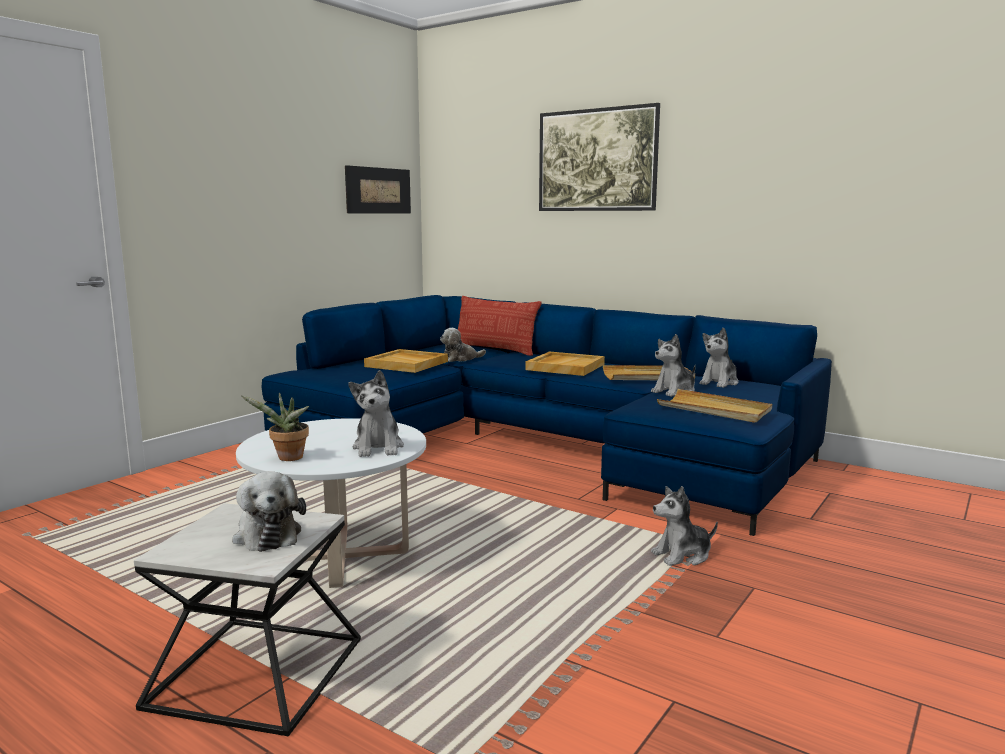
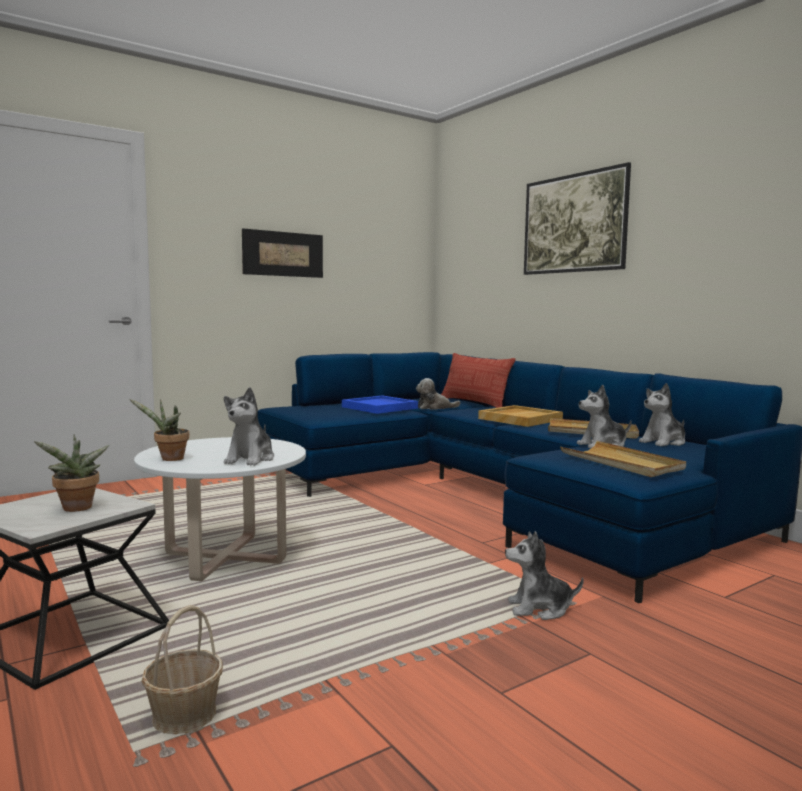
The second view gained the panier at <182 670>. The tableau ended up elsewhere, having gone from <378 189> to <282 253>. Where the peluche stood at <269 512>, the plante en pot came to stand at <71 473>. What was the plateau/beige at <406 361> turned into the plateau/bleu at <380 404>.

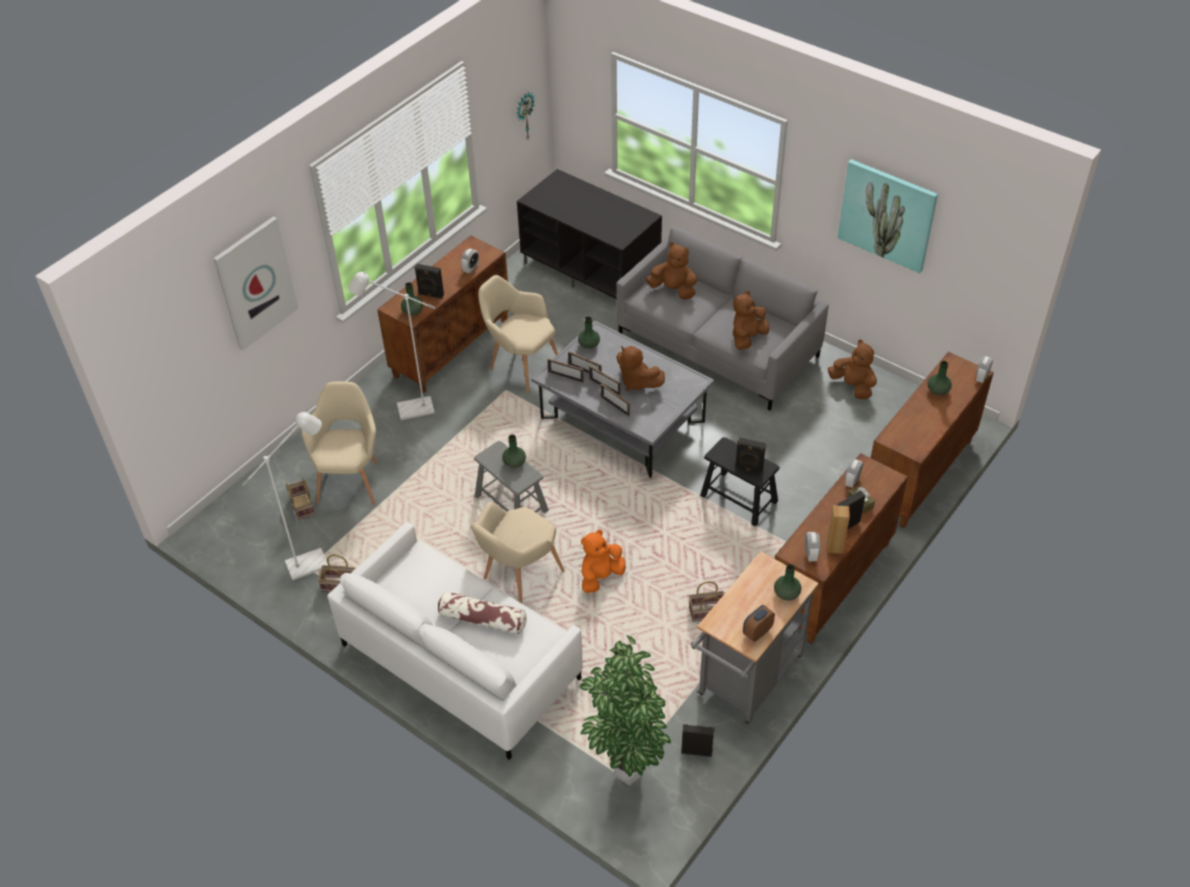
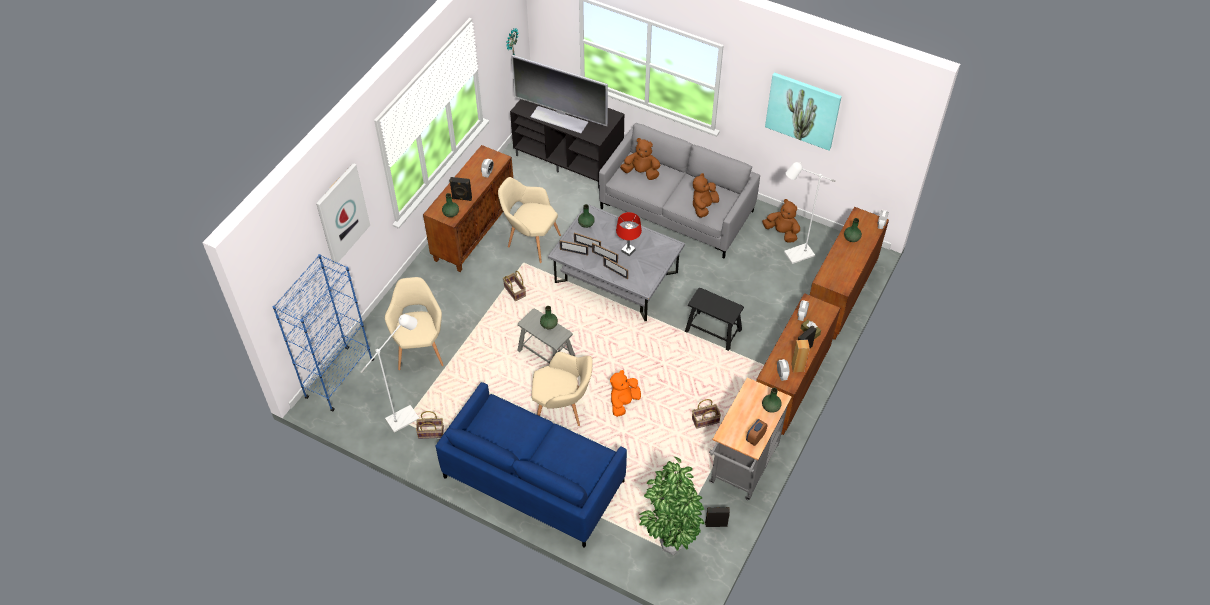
The second view lost the coussin at <482 612>. The second view lost the enceinte/noir at <750 455>. The second view gained the bibliothèque/bleu at <323 332>. The second view gained the téléviseur at <559 94>. The panier ended up elsewhere, having gone from <300 498> to <514 286>. The lampadaire/blanc ended up elsewhere, having gone from <391 345> to <810 213>. Where the peluche/marron stood at <640 368>, the lampe de table/rouge came to stand at <629 234>. What was the canapé/blanc at <454 641> turned into the canapé/bleu at <531 465>. The fauteuil/beige at <518 552> ended up facing another way, 120 degrees counterclockwise from before.

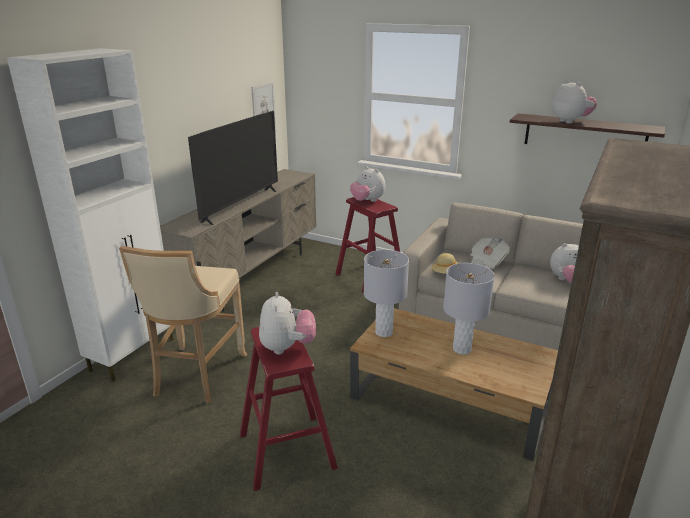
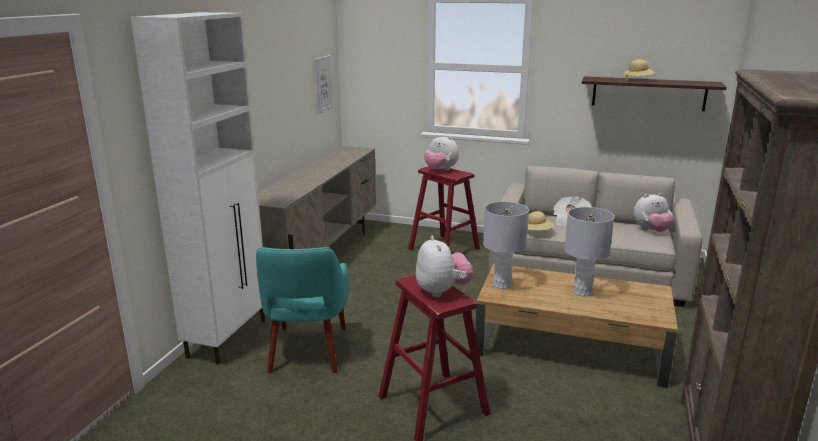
The second view lost the téléviseur at <233 168>. Where the tabouret/beige stood at <183 324>, the fauteuil/turquoise came to stand at <302 310>. Where the peluche stood at <574 102>, the chapeau/beige came to stand at <639 70>.

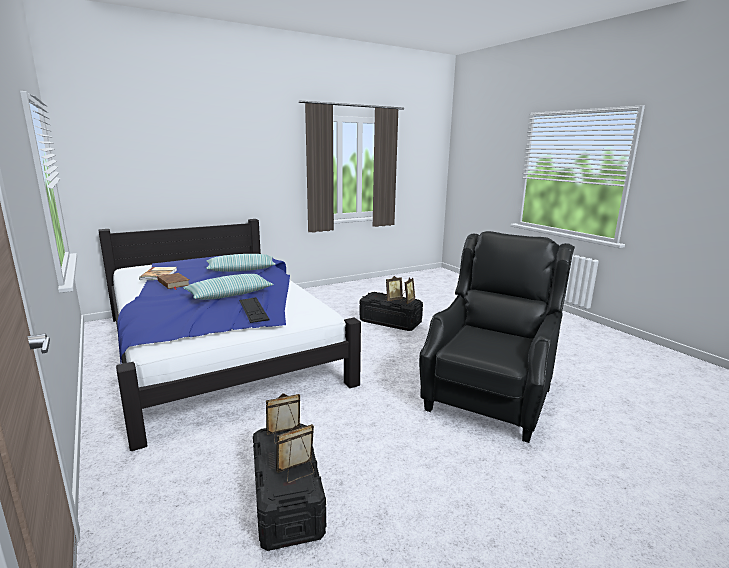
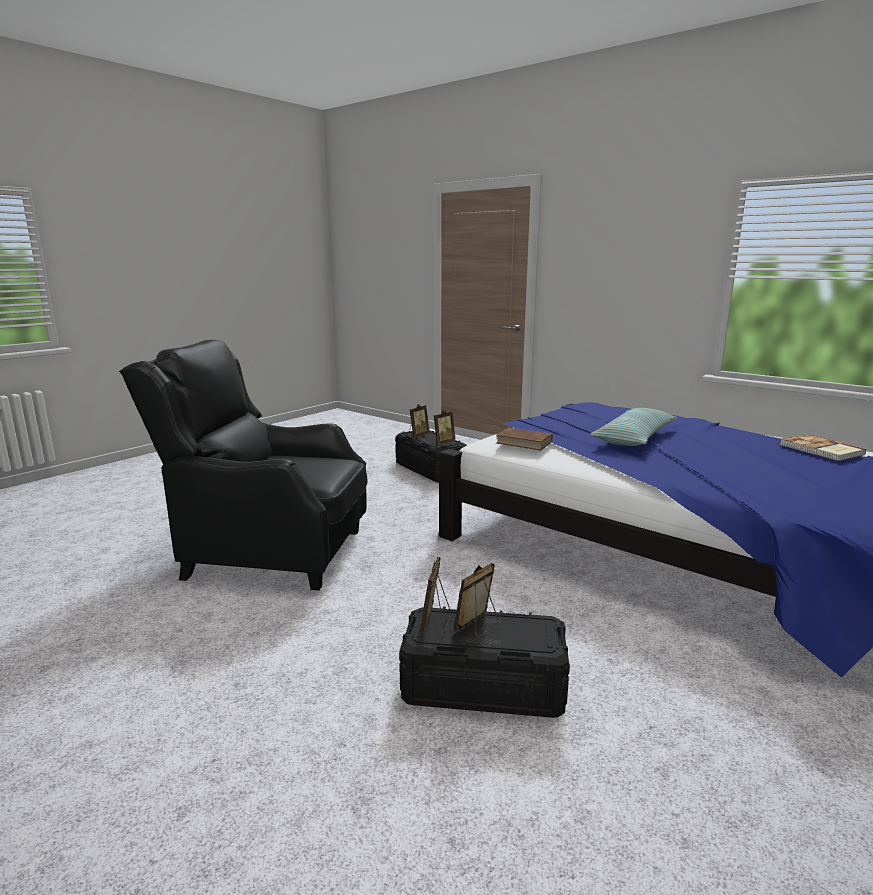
The second view lost the coussin at <241 263>. The second view lost the clavier at <254 310>. The livre/marron ended up elsewhere, having gone from <173 281> to <524 439>. The fauteuil/noir at <497 337> ended up facing another way, 90 degrees clockwise from before.

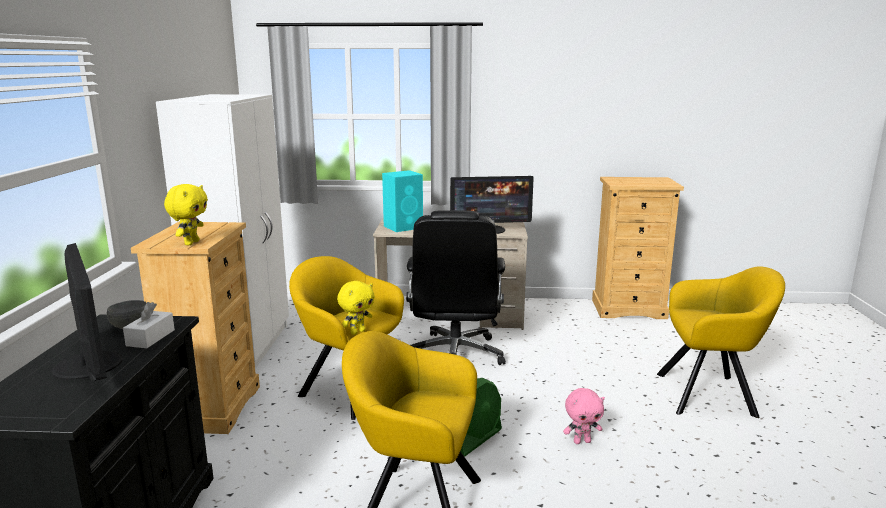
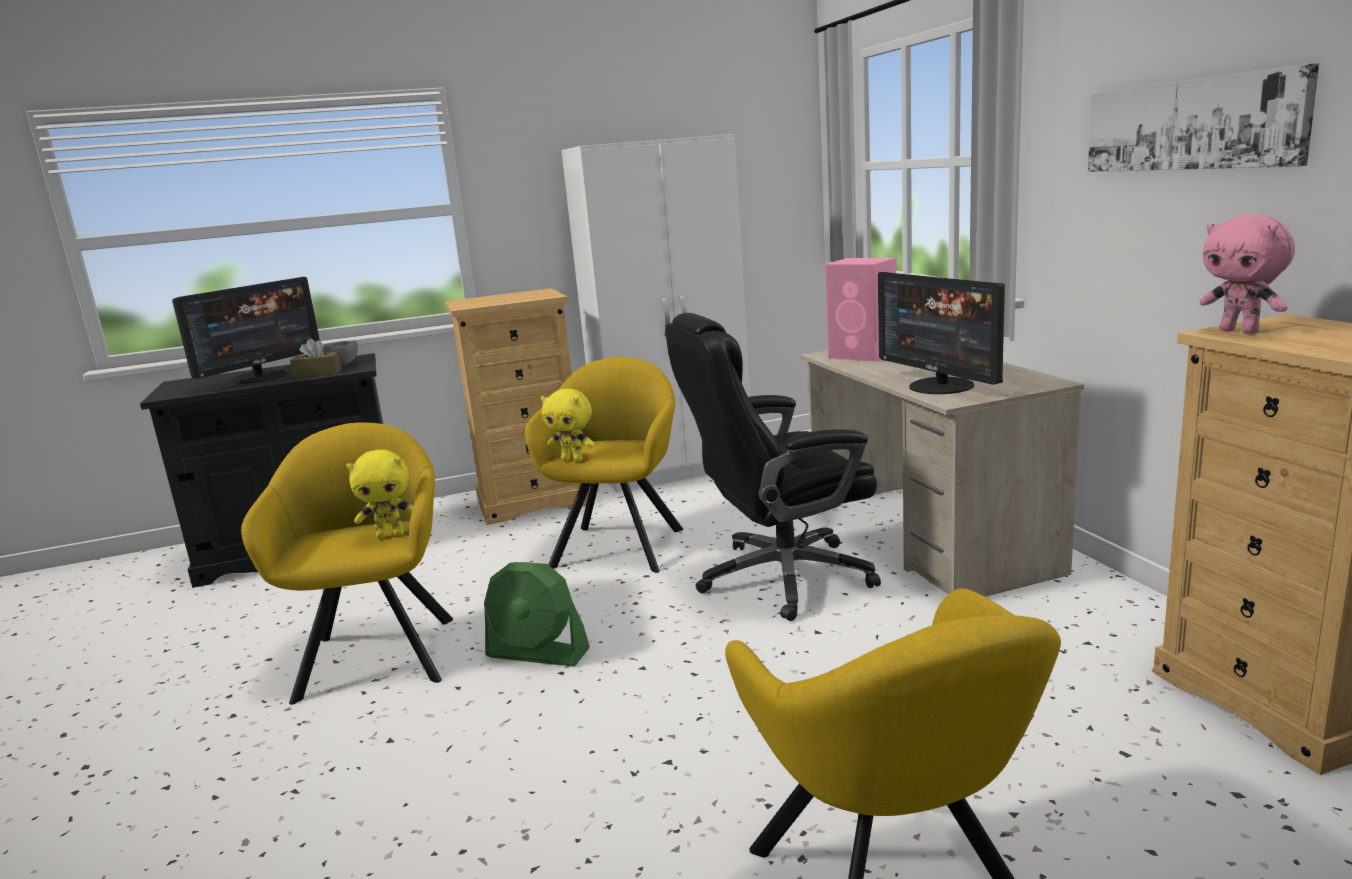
The second view gained the tableau at <1203 117>. The peluche/jaune ended up elsewhere, having gone from <186 214> to <379 494>. The peluche/rose ended up elsewhere, having gone from <584 416> to <1247 274>. What was the boîte à mouchoirs/blanc at <149 325> turned into the boîte à mouchoirs/marron at <316 358>. What was the enceinte/turquoise at <402 201> turned into the enceinte/rose at <860 310>.

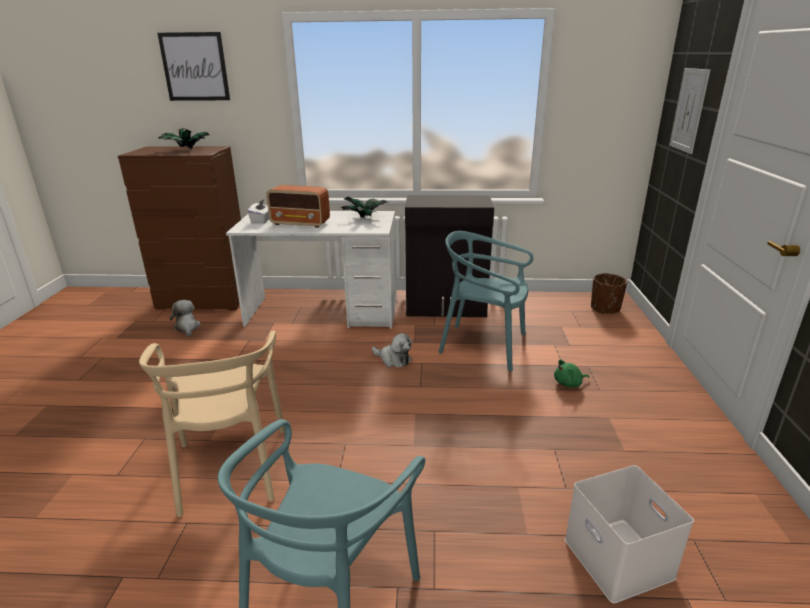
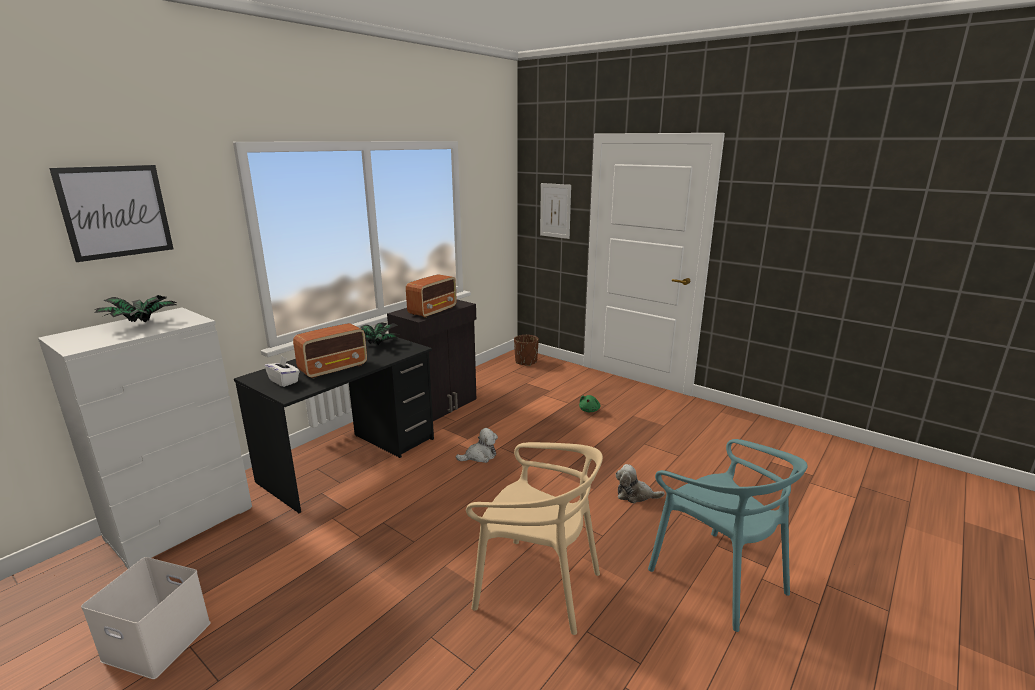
The second view lost the chaise/turquoise at <485 301>. The second view gained the radio at <431 296>. The peluche ended up elsewhere, having gone from <185 318> to <640 483>. The boîte de rangement/blanc ended up elsewhere, having gone from <629 534> to <146 618>. What was the commode/marron at <179 228> turned into the commode/blanc at <145 438>. What was the bureau/blanc at <311 270> turned into the bureau/noir at <334 423>.

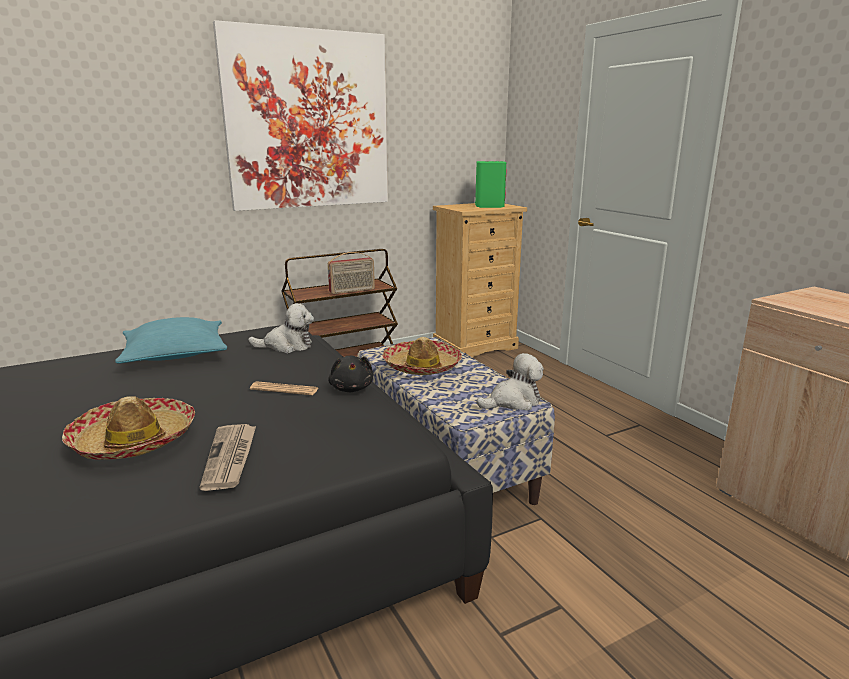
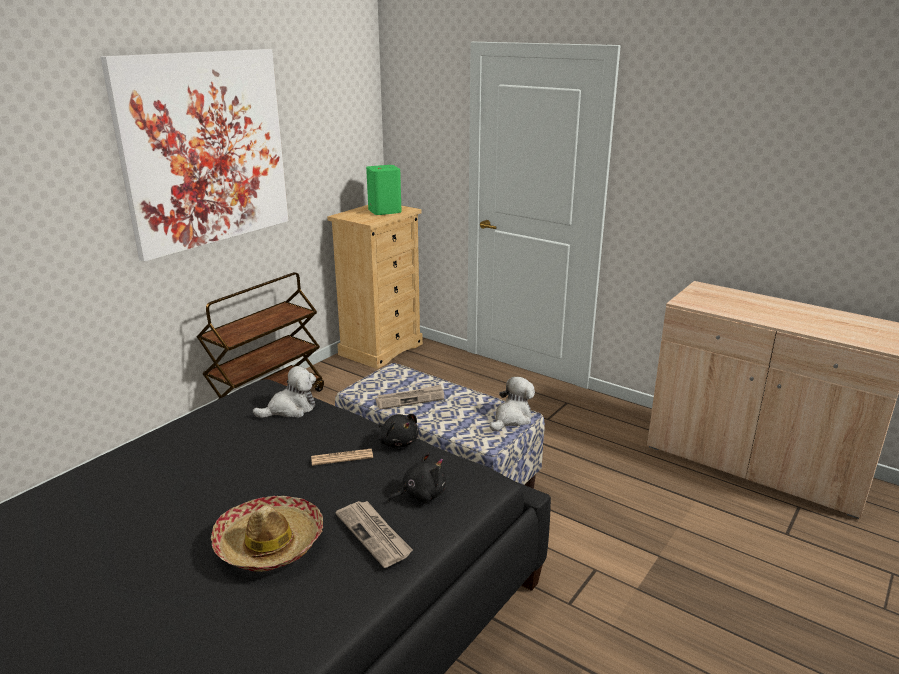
The second view lost the coussin/turquoise at <171 340>. The second view lost the radio at <351 273>. The second view gained the peluche/noir at <417 477>. Where the chapeau stood at <422 356>, the journal came to stand at <410 397>.

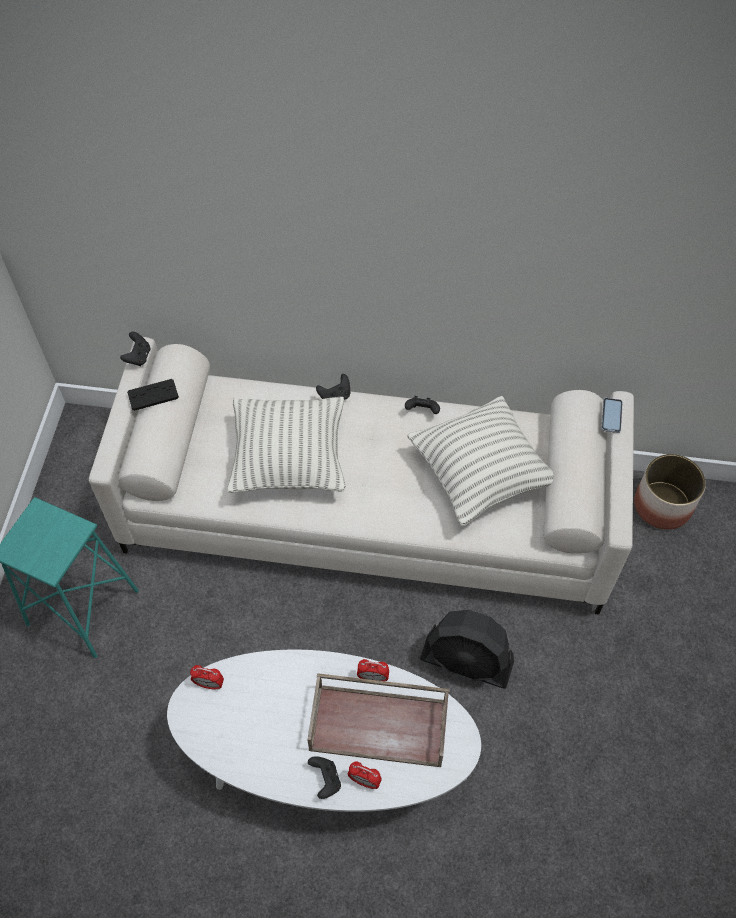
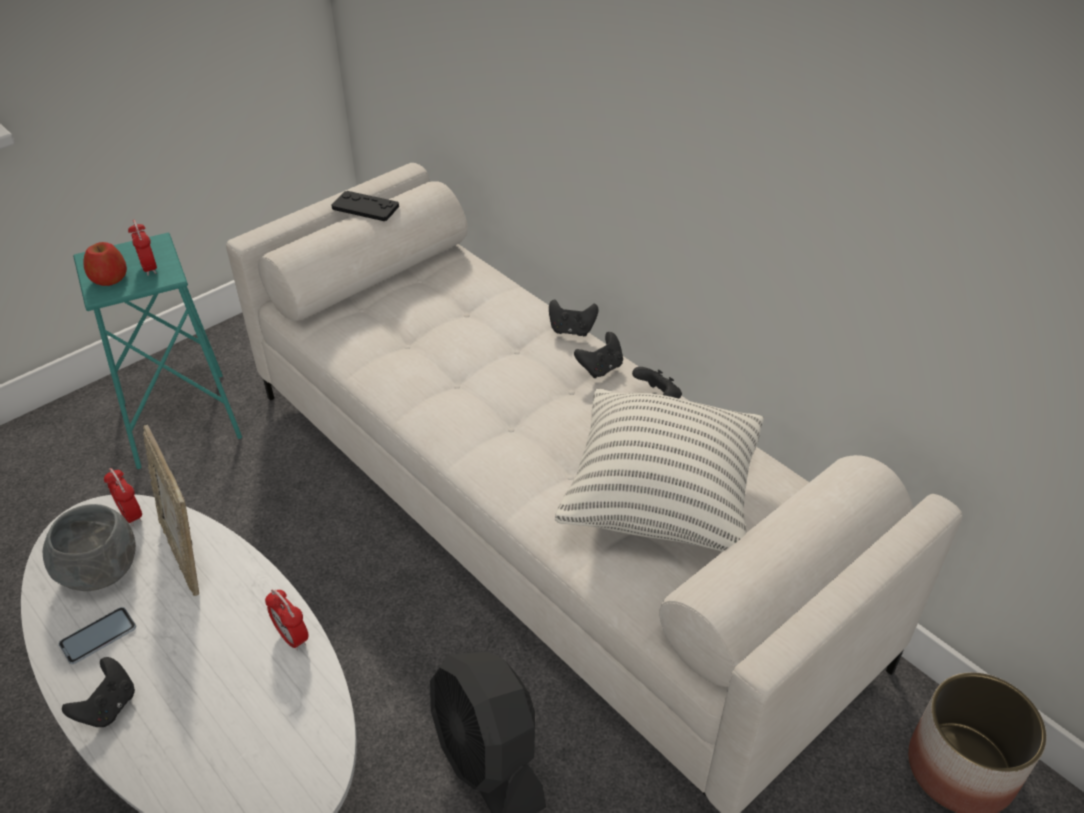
The second view lost the coussin at <286 445>. The second view lost the plateau/marron at <378 720>. The second view gained the bol/gris at <89 547>. The second view gained the pomme at <105 264>. The second view gained the cadre photo at <171 510>. The manette/noir ended up elsewhere, having gone from <135 349> to <598 355>. The réveil ended up elsewhere, having gone from <365 775> to <142 248>. The téléphone ended up elsewhere, having gone from <612 415> to <97 635>.

